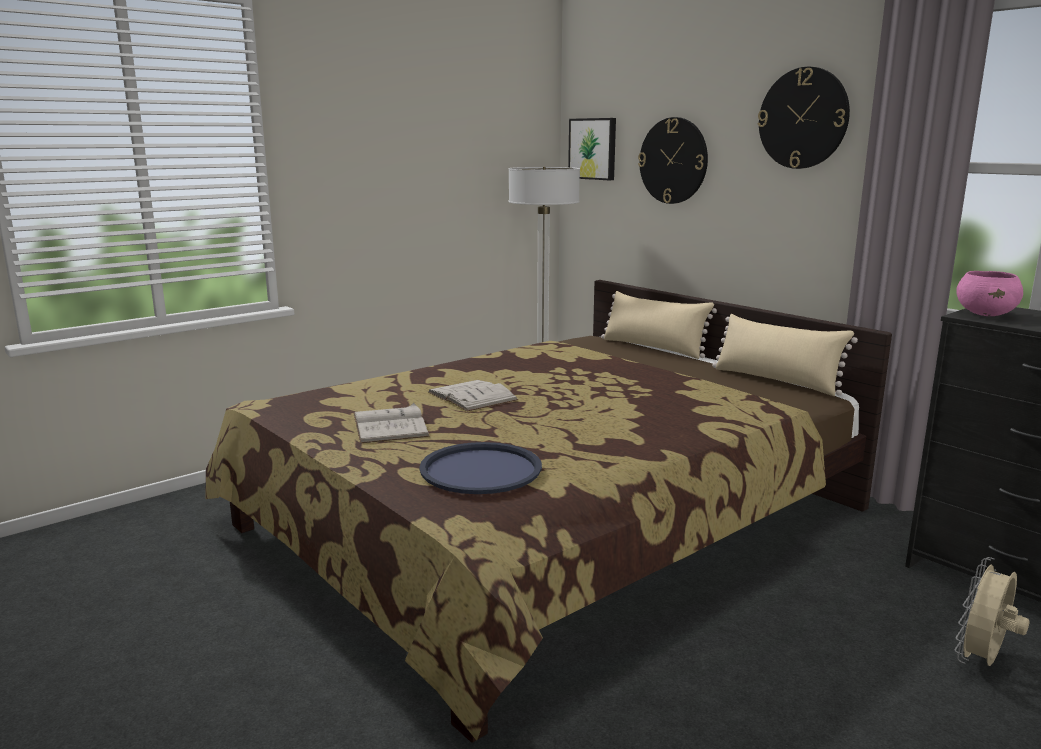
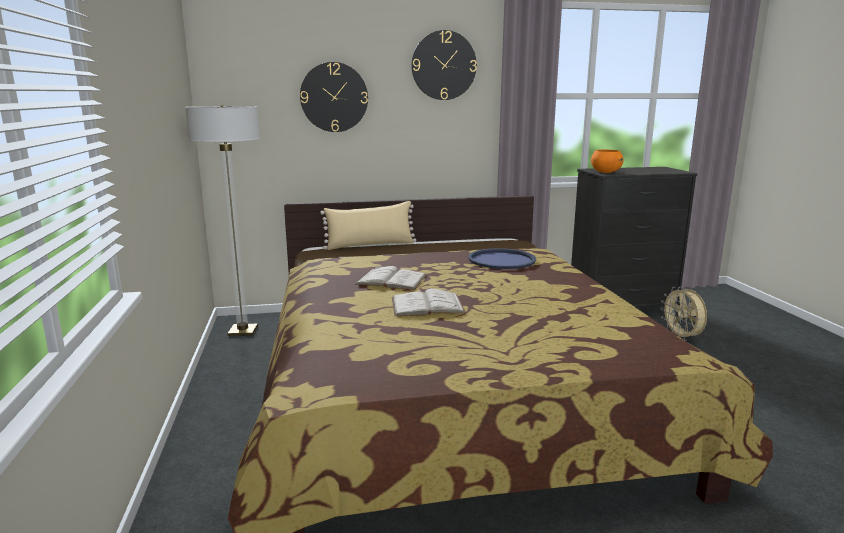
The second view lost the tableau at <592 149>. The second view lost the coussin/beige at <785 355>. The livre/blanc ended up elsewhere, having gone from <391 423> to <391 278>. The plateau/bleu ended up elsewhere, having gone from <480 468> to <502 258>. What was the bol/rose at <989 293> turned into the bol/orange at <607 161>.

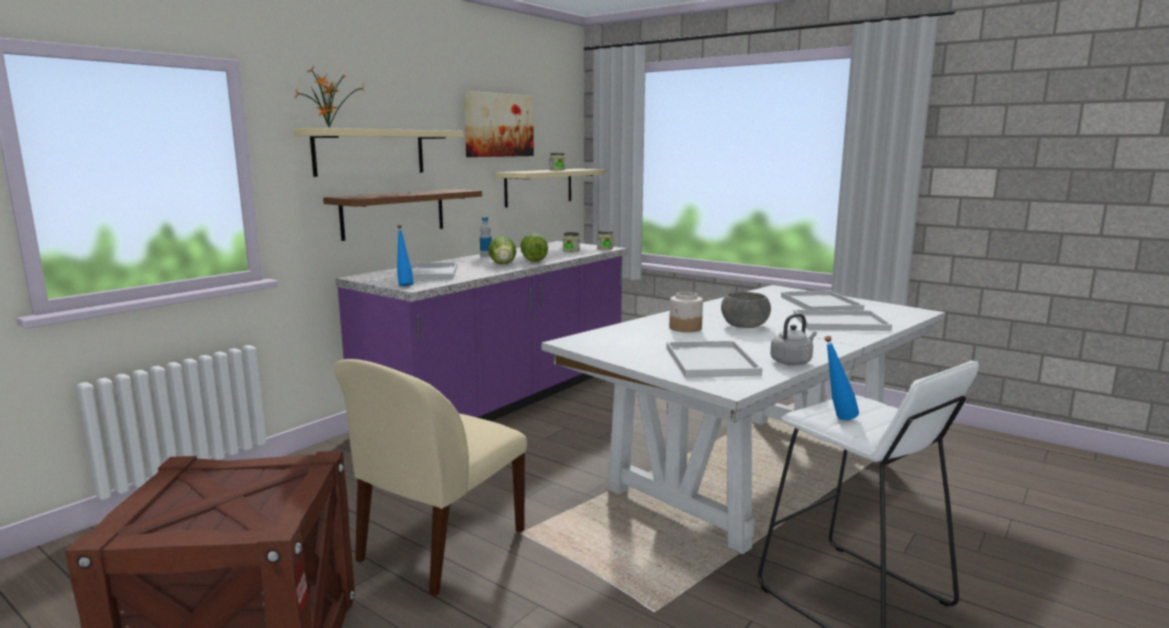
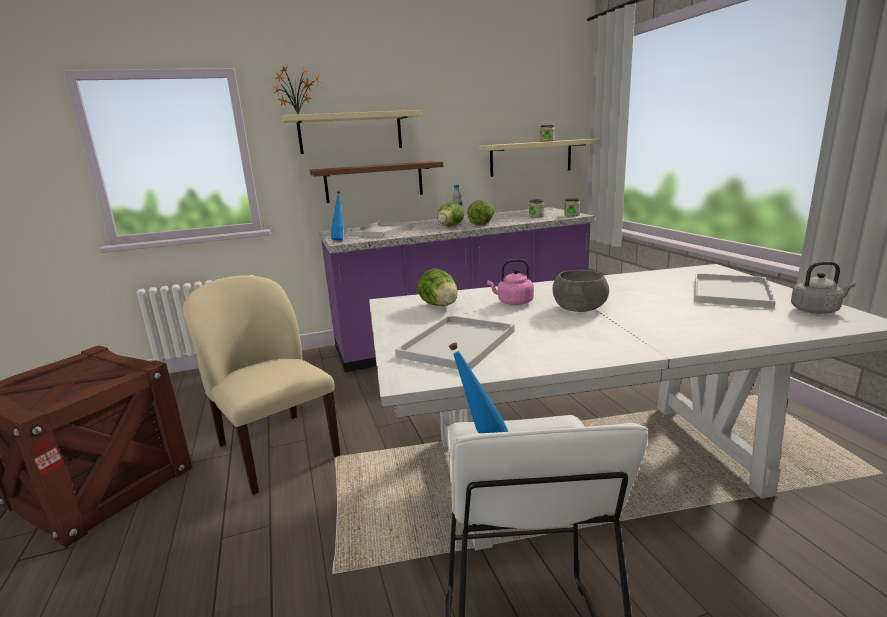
The second view lost the tableau at <499 124>. The second view lost the plateau/blanc at <842 320>. The second view gained the laitue at <438 287>. The bouilloire/gris ended up elsewhere, having gone from <793 339> to <823 288>. Where the bocal stood at <686 312>, the bouilloire/rose came to stand at <510 282>. The chaise/beige at <430 477> ended up facing another way, 75 degrees clockwise from before.

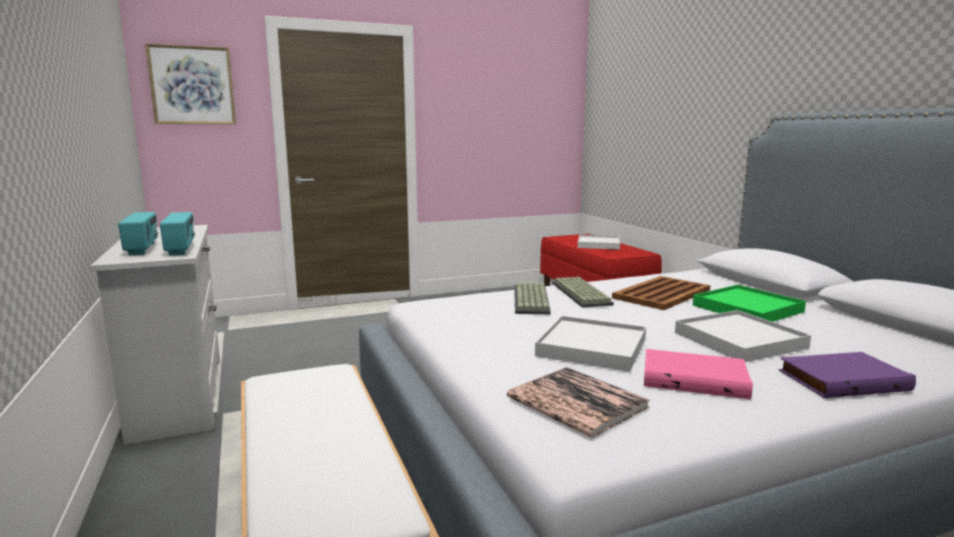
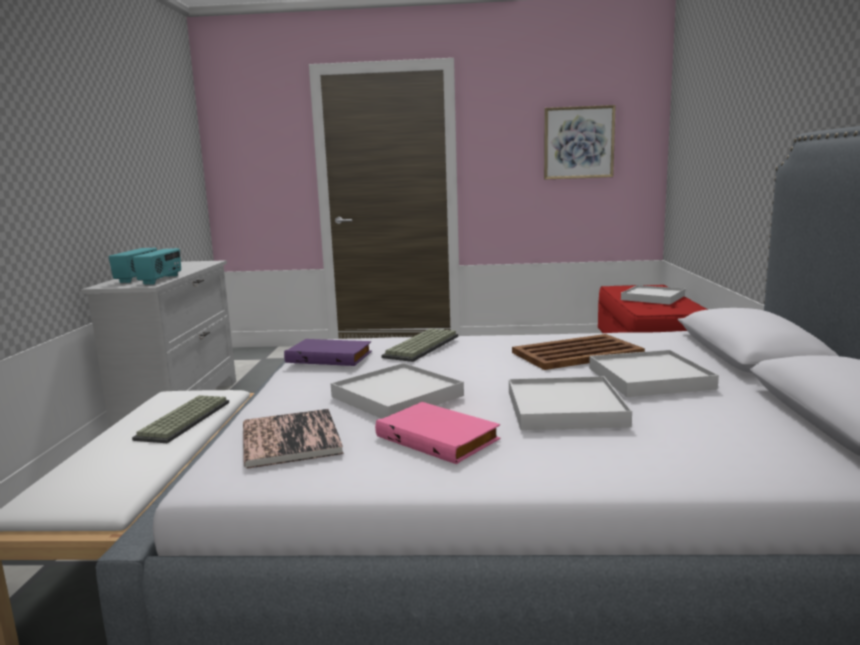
The tableau ended up elsewhere, having gone from <190 84> to <580 142>. The clavier ended up elsewhere, having gone from <583 292> to <180 419>. The livre/violet ended up elsewhere, having gone from <847 375> to <328 352>. What was the plateau/vert at <749 303> turned into the plateau/blanc at <654 373>.

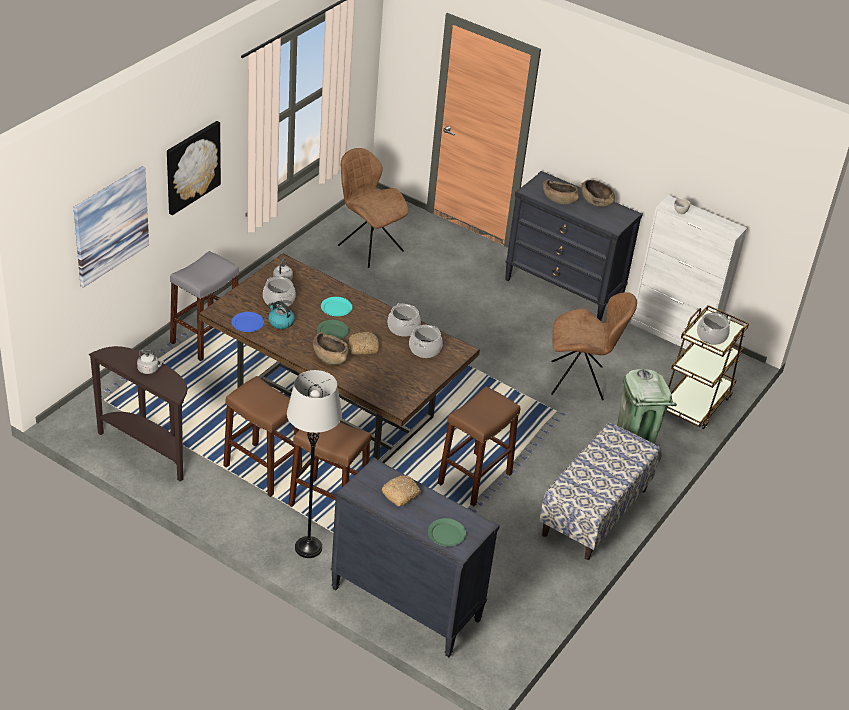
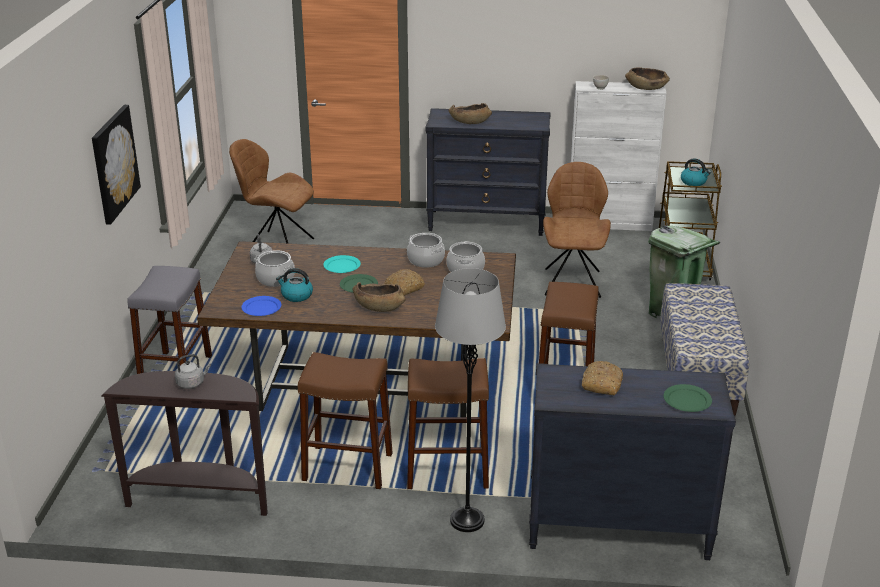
The second view lost the tableau at <111 227>. The bol/marron ended up elsewhere, having gone from <598 193> to <647 78>. Where the marmite stood at <713 329>, the bouilloire came to stand at <696 172>. The chaise/marron at <594 346> ended up facing another way, 60 degrees counterclockwise from before.

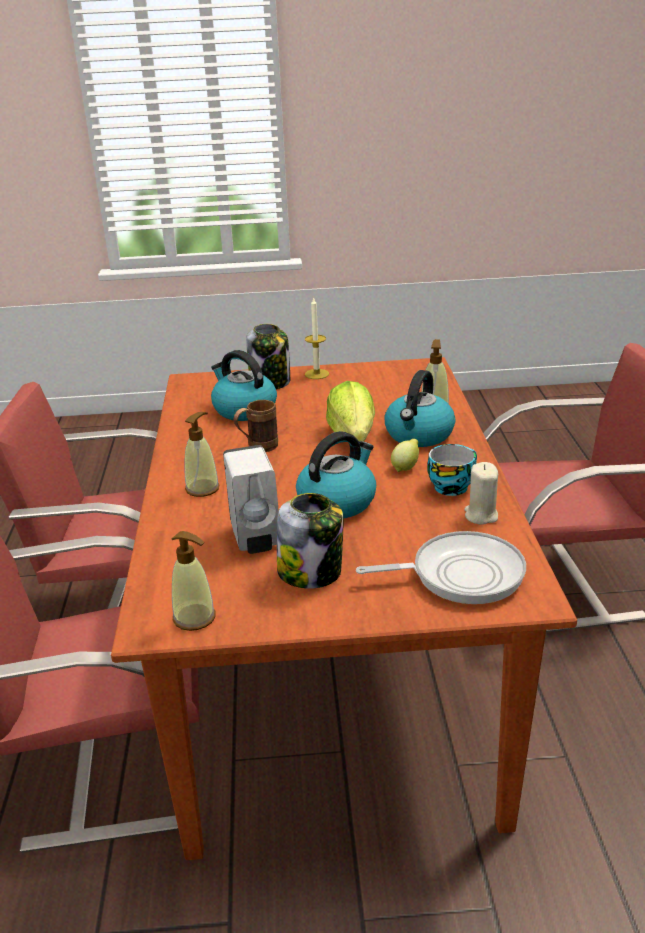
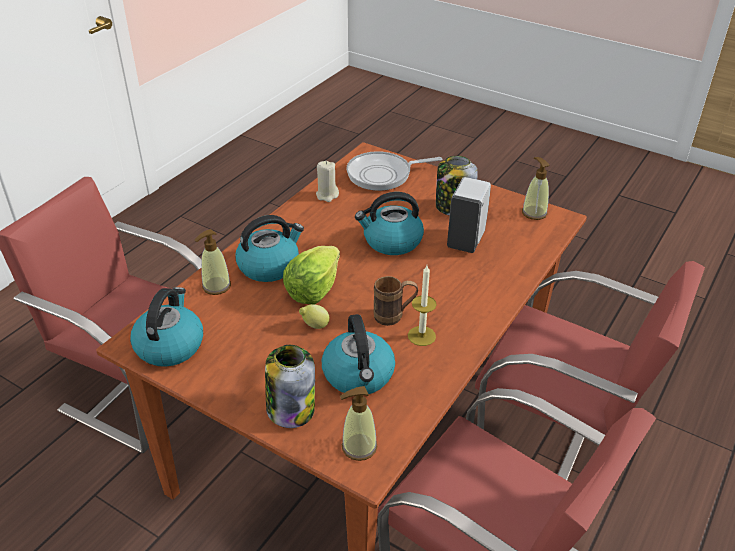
The second view lost the tasse at <452 470>. The second view gained the bouilloire at <166 327>. The distributeur de savon ended up elsewhere, having gone from <202 454> to <358 423>. The bougie ended up elsewhere, having gone from <317 338> to <422 305>. The citron ended up elsewhere, having gone from <405 455> to <314 316>. The poêle at <441 567> ended up facing another way, 45 degrees counterclockwise from before.

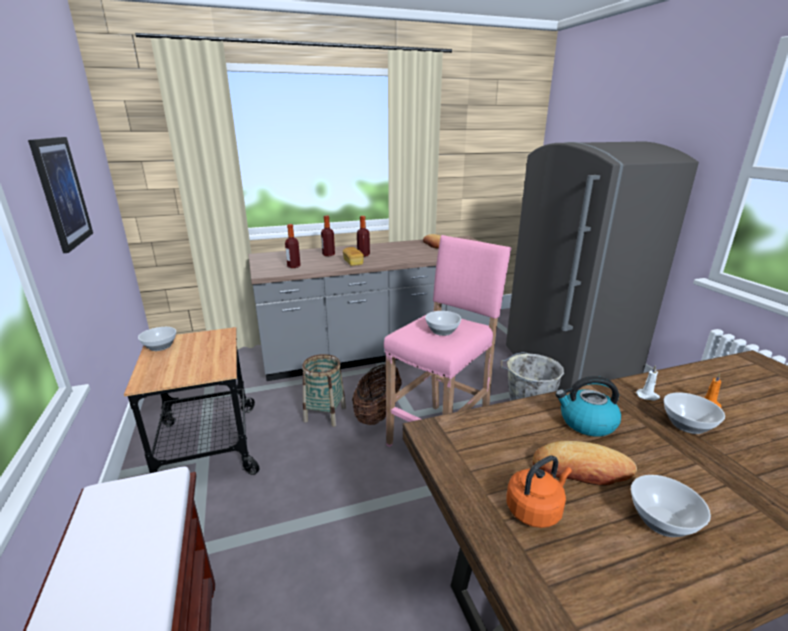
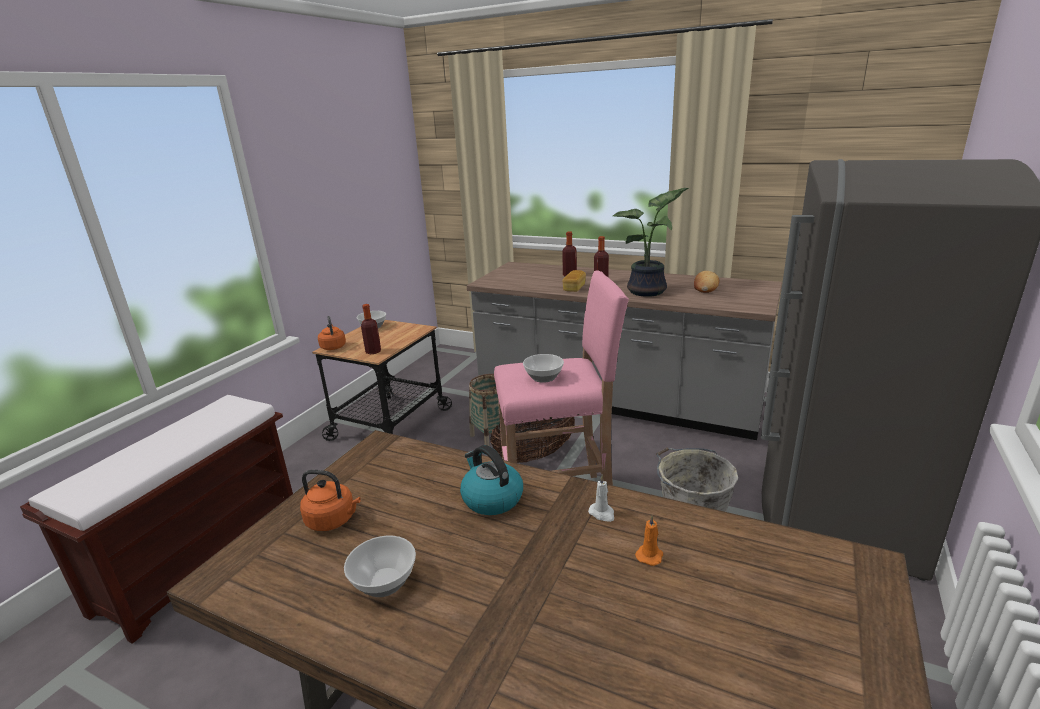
The second view lost the tableau at <60 195>. The second view lost the pain at <585 463>. The second view lost the bol at <694 413>. The second view gained the bouilloire/orange at <332 333>. The second view gained the plante en pot at <651 242>. The bouteille ended up elsewhere, having gone from <293 246> to <371 329>.

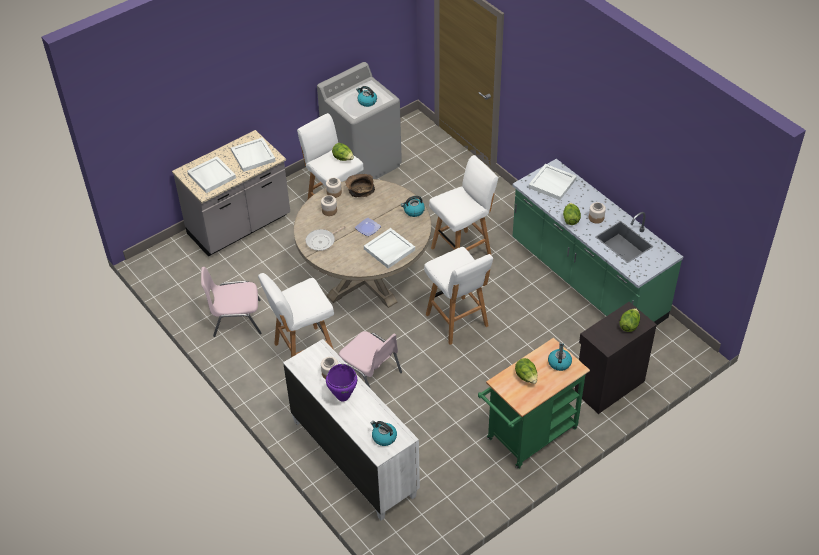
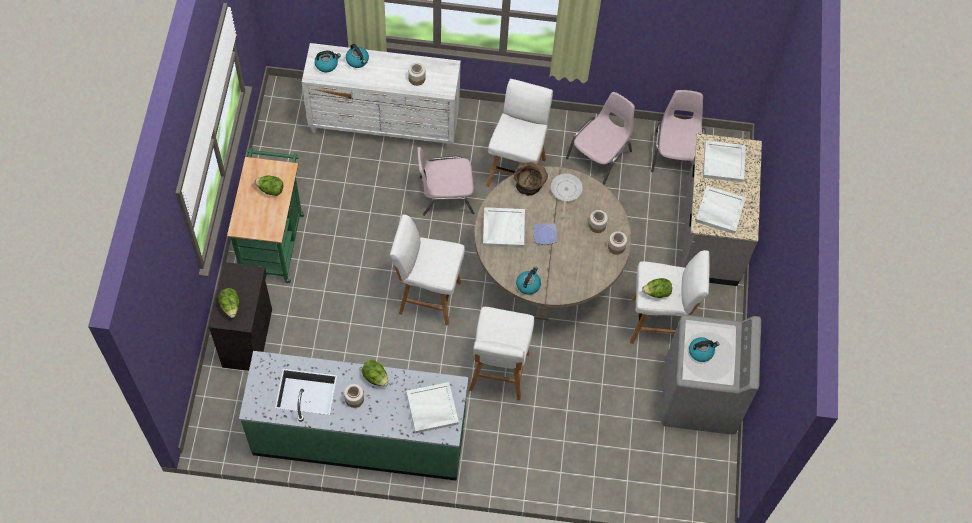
The second view lost the marmite/violet at <341 382>. The second view gained the chaise/rose at <678 131>. The bol/marron ended up elsewhere, having gone from <360 185> to <530 179>. The bouilloire ended up elsewhere, having gone from <560 357> to <357 56>.

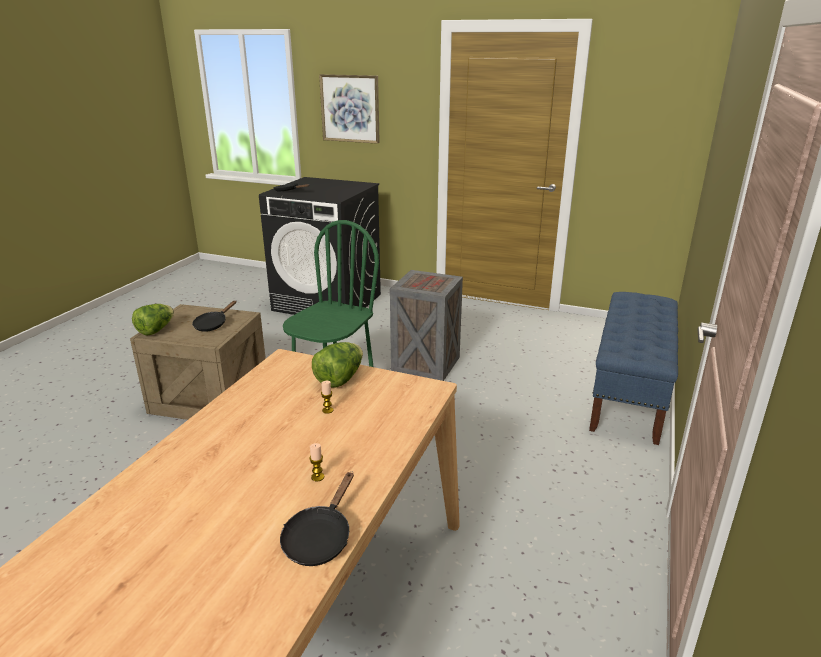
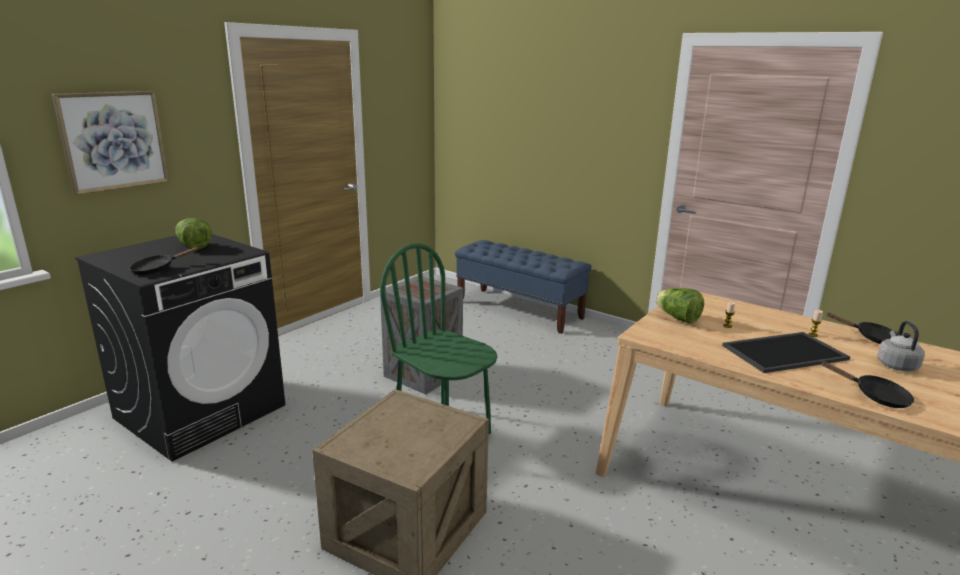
The second view gained the plateau at <786 352>. The second view gained the bouilloire/gris at <901 346>. The laitue ended up elsewhere, having gone from <153 320> to <193 233>. The poêle/noir ended up elsewhere, having gone from <214 316> to <867 384>.

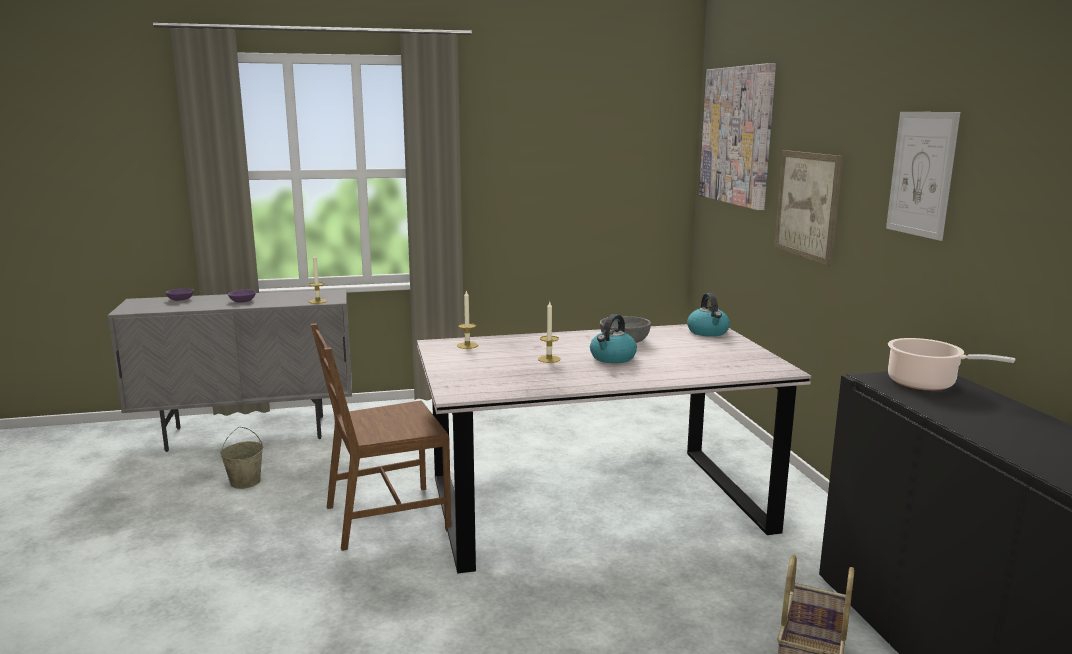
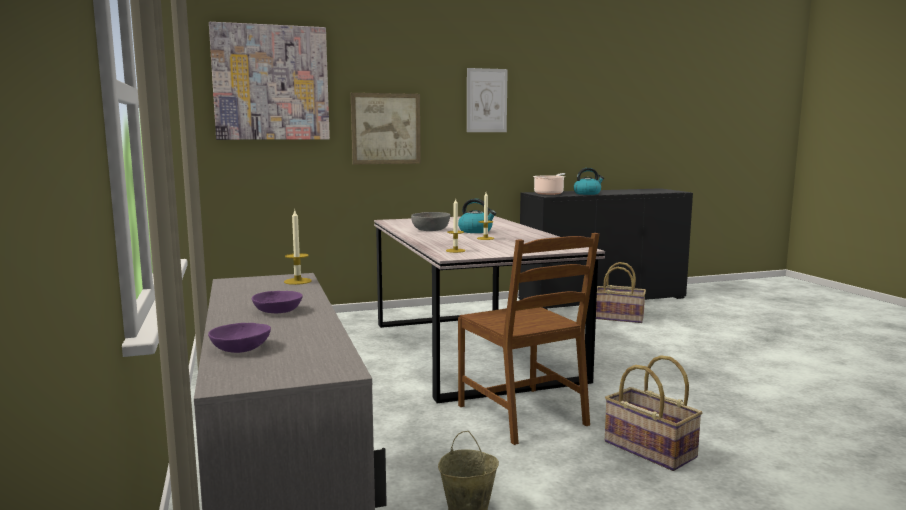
The second view gained the panier at <653 413>. The bouilloire ended up elsewhere, having gone from <708 315> to <589 181>.

